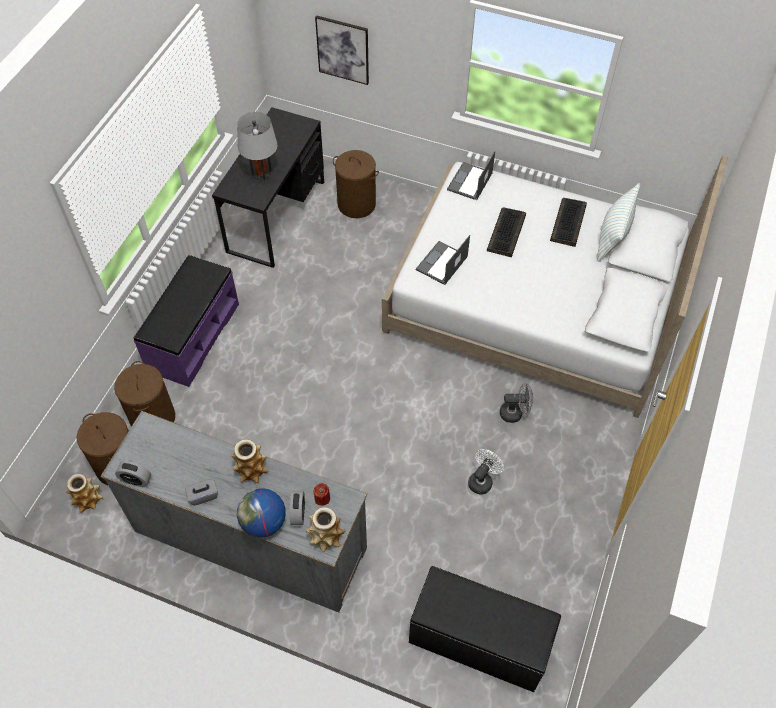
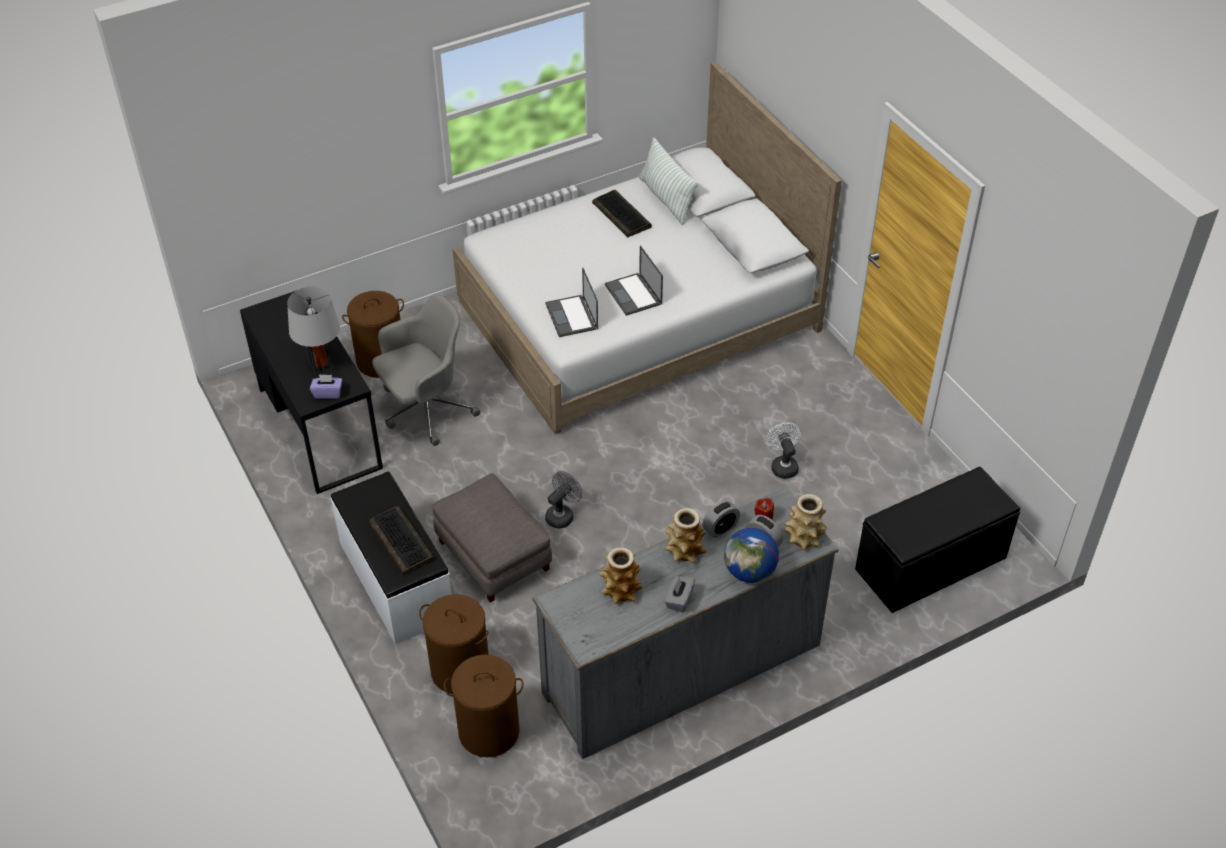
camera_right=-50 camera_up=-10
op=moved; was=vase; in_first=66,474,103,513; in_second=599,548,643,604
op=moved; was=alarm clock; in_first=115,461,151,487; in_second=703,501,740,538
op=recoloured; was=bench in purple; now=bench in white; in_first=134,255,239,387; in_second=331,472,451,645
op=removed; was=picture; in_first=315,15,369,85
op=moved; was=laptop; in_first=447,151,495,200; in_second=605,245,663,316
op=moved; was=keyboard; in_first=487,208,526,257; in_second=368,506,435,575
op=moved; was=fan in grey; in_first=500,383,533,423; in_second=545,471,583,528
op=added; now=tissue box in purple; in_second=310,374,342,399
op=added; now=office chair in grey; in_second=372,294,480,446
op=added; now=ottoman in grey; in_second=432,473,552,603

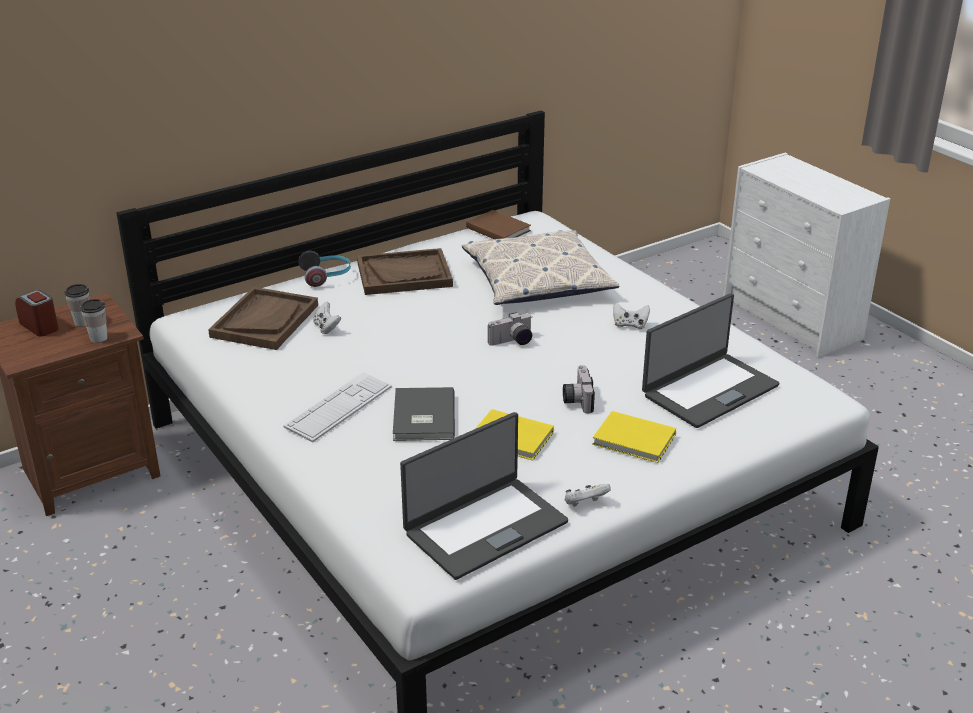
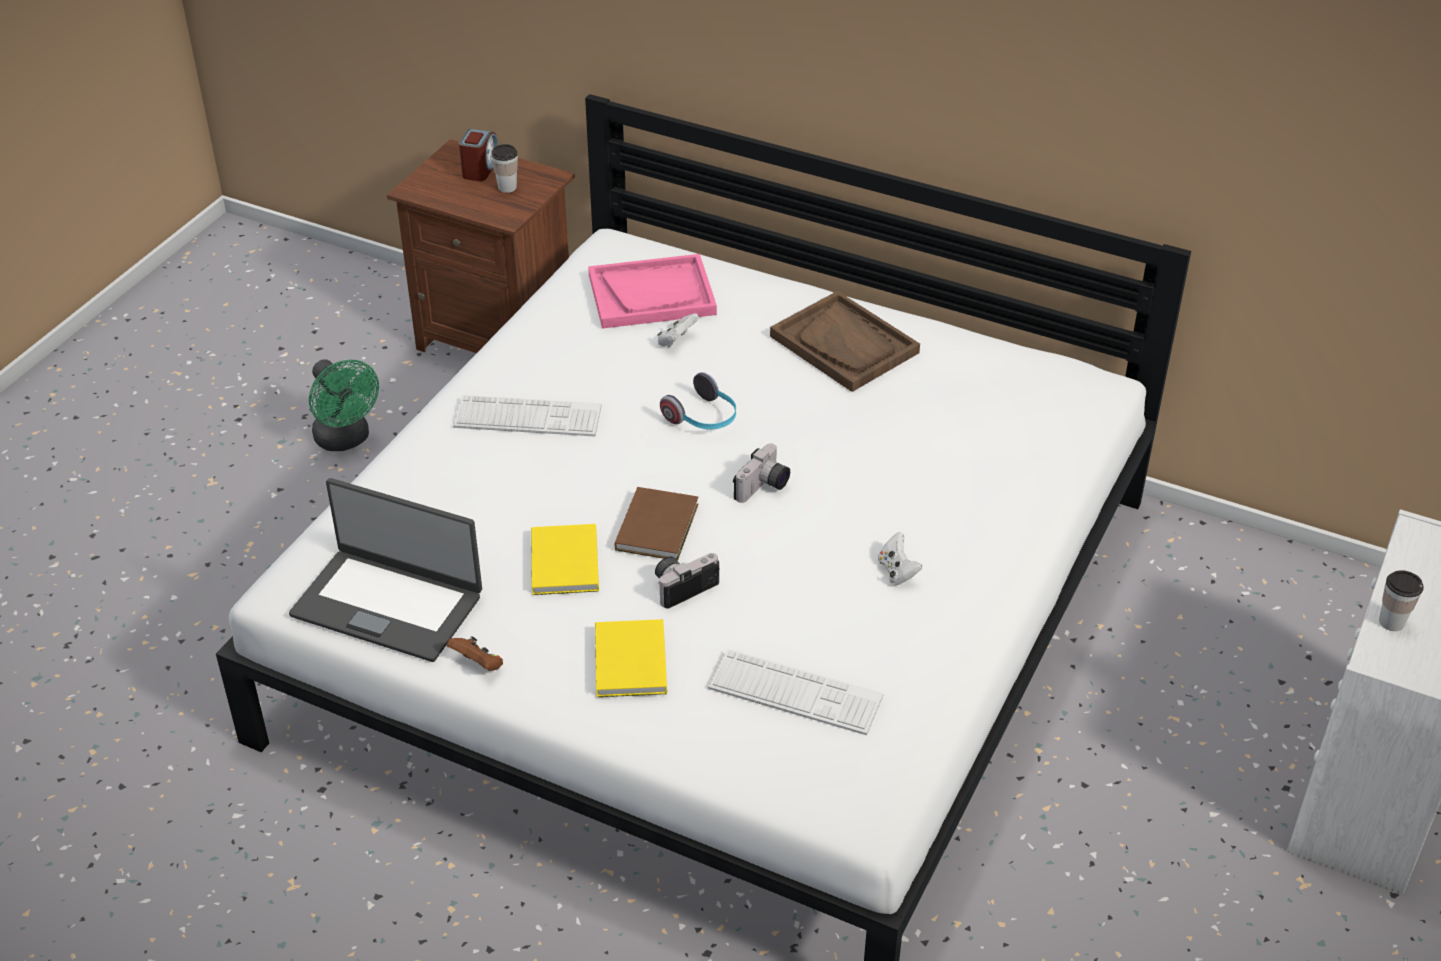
camera_right=60 camera_up=10
op=moved; was=cup; in_first=80,299,107,343; in_second=1379,570,1424,631
op=recoloured; was=tray in brown; now=tray in pink; in_first=208,287,318,350; in_second=588,254,717,329
op=moved; was=headphones; in_first=298,251,351,287; in_second=660,372,736,429
op=removed; was=book in grey; in_first=393,387,455,441
op=removed; was=pillow; in_first=462,230,619,305
op=moved; was=book in brown; in_first=466,210,531,239; in_second=615,487,698,561
op=turned; was=photo camera; in_first=488,312,532,346; in_second=733,443,790,503; clockwise=-90
op=recoloured; was=game controller in white; now=game controller in brown; in_first=565,484,611,507; in_second=447,636,503,671
op=replaced; was=laptop; now=keyboard; in_first=642,293,779,428; in_second=708,649,884,735
op=added; now=fan in green; in_second=309,359,379,451

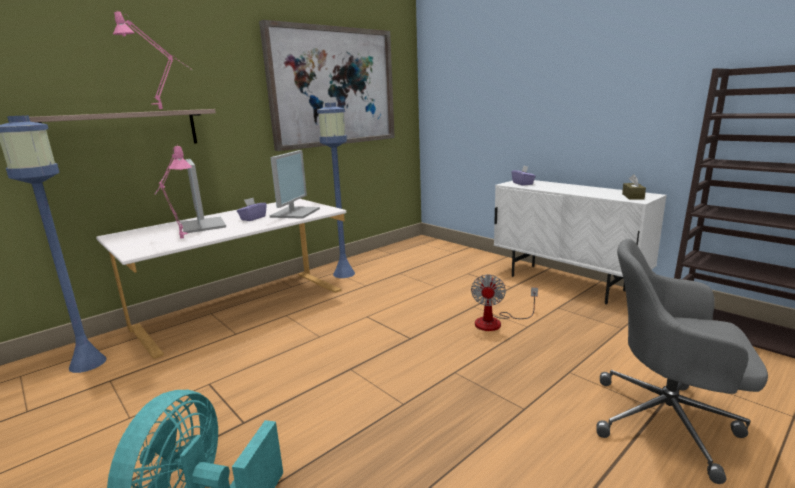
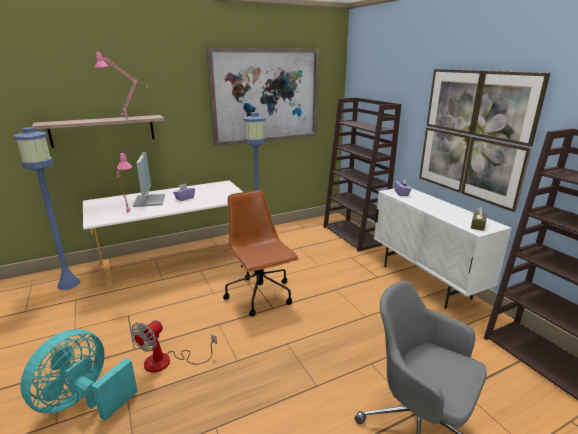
camera_right=15 camera_up=5
op=removed; was=monitor; in_first=269,150,320,219
op=moved; was=fan; in_first=471,274,538,331; in_second=130,320,217,373
op=added; now=office chair in brown; in_second=223,190,299,316
op=added; now=bookcase in brown; in_second=323,97,401,252
op=added; now=picture; in_second=419,69,550,212

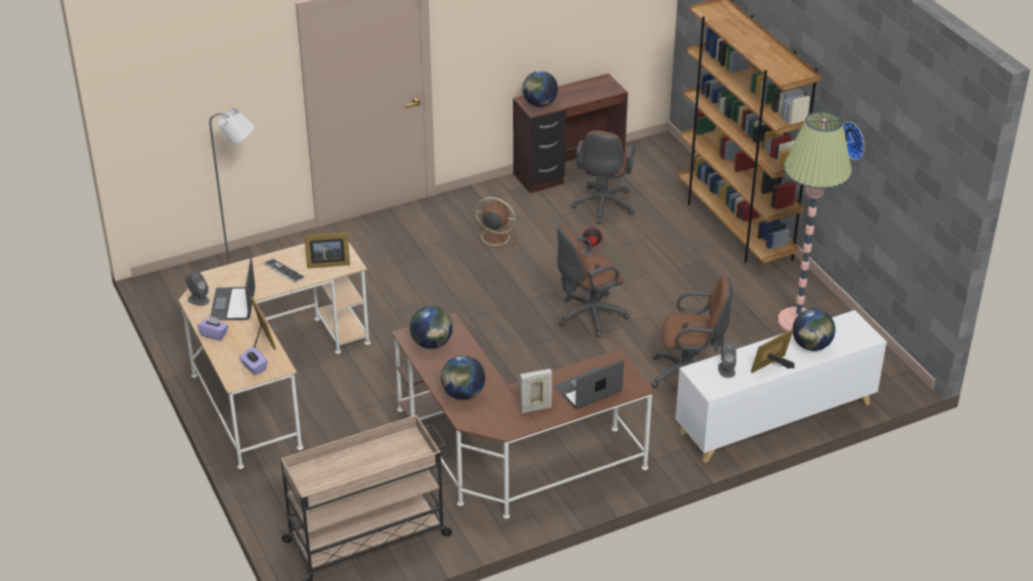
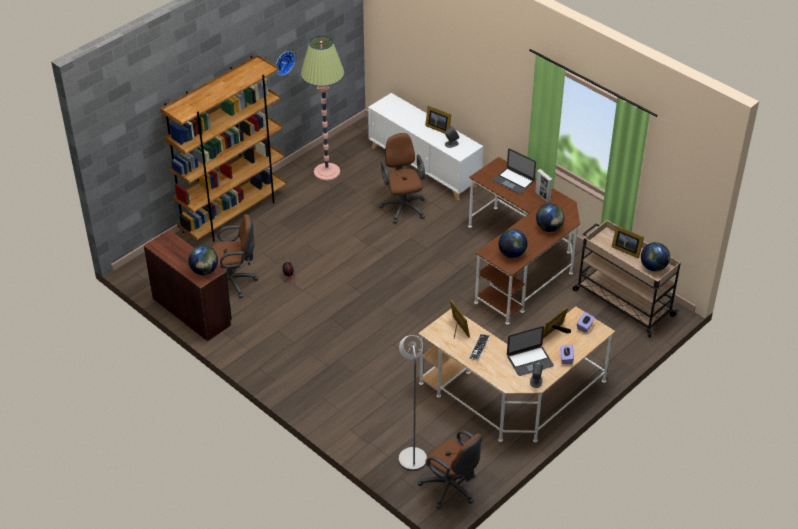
camera_right=-110 camera_up=5
op=removed; was=fan in brown; in_first=474,197,516,249
op=moved; was=office chair in brown; in_first=557,226,630,337; in_second=418,430,482,509
op=moved; was=globe; in_first=792,309,835,351; in_second=641,242,670,271
op=added; now=picture frame; in_second=612,226,644,259

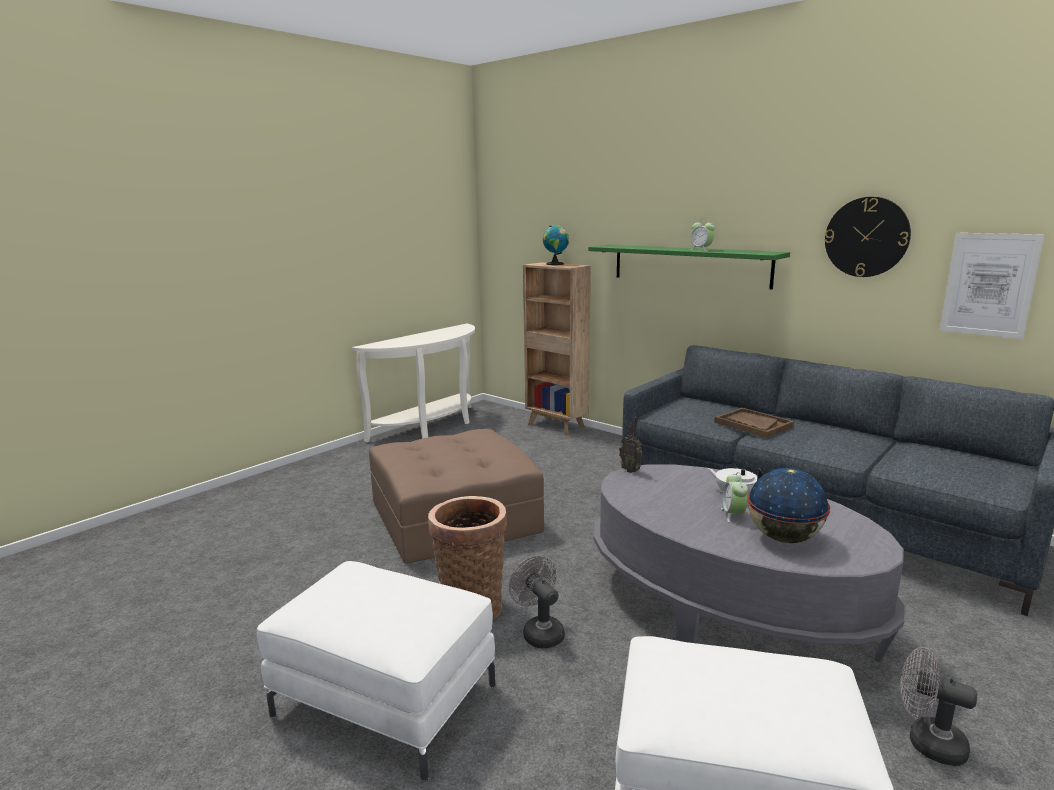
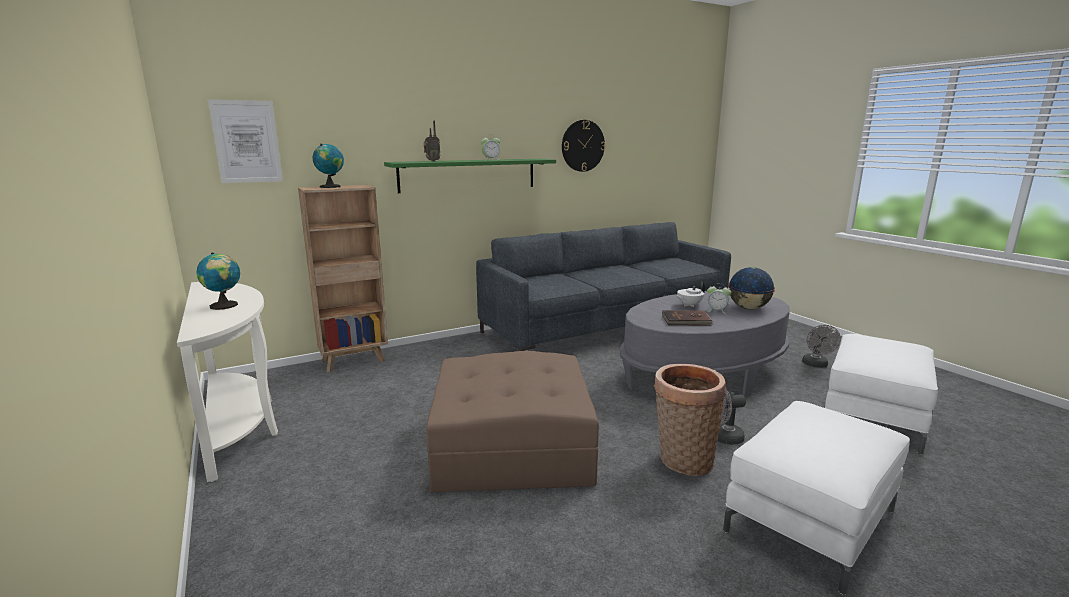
camera_right=-70 camera_up=0
op=moved; was=radio; in_first=619,417,642,473; in_second=424,121,441,162
op=removed; was=tray in brown; in_first=714,408,794,438
op=turned; was=fan in grey; in_first=900,647,977,766; in_second=802,325,841,368; clockwise=-45
op=moved; was=picture; in_first=940,233,1045,339; in_second=208,99,283,183
op=added; now=globe; in_second=196,253,240,310
op=added; now=book in brown; in_second=662,310,714,326

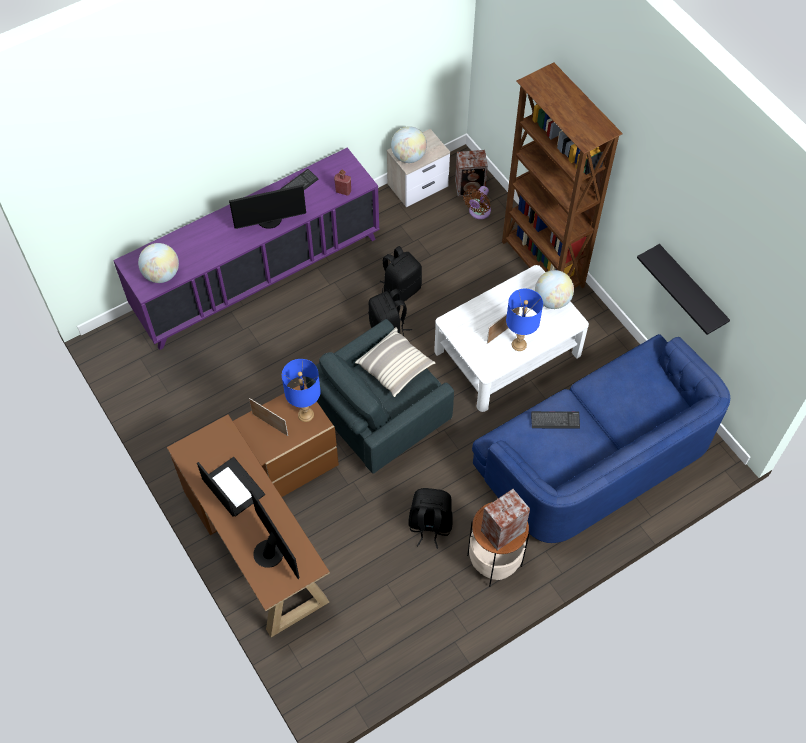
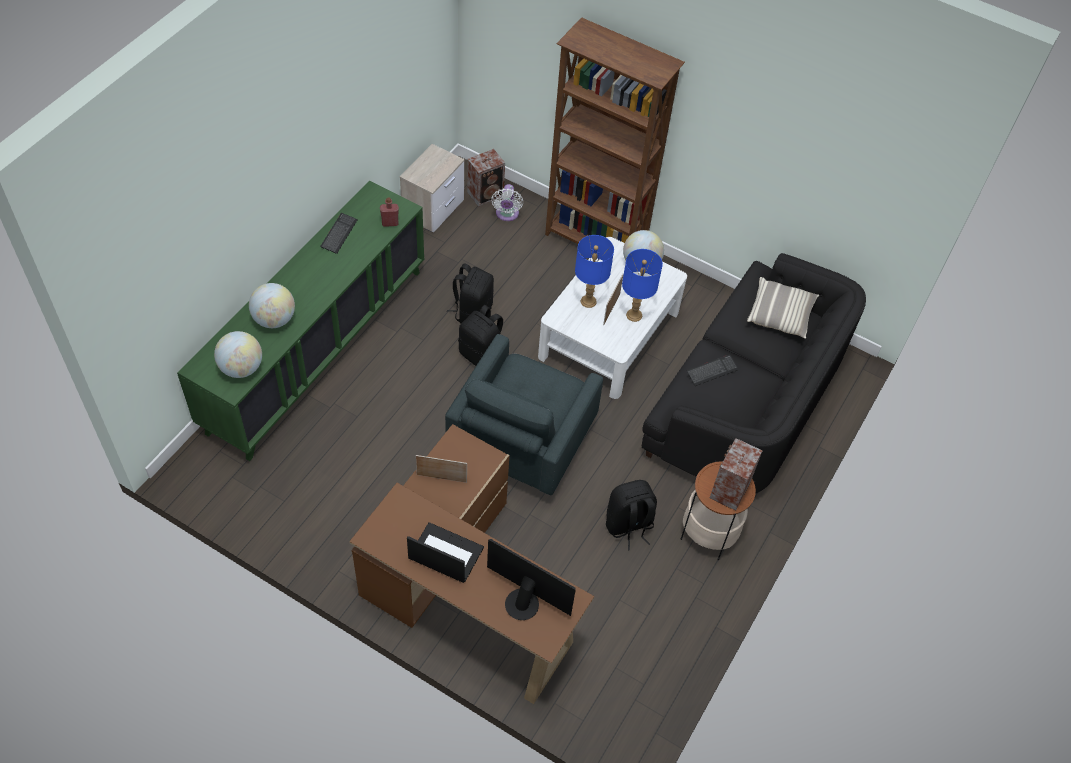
camera_right=-30 camera_up=-5
op=recoloured; was=cabinet in purple; now=cabinet in green; in_first=113,148,380,350; in_second=177,181,424,461
op=removed; was=monitor; in_first=229,185,306,229
op=moved; was=table lamp in blue; in_first=282,359,321,422; in_second=575,235,614,308
op=moved; was=pillow; in_first=355,327,435,397; in_second=747,277,819,339
op=moved; was=globe; in_first=391,126,427,163; in_second=249,283,295,328
op=recoloured; was=fan in brown; now=fan in white; in_first=463,186,491,219; in_second=491,184,523,221
op=recoloured; was=sofa in blue; now=sofa in black; in_first=472,334,730,543; in_second=642,253,866,494
op=removed; was=shelf in black; in_first=637,244,730,335

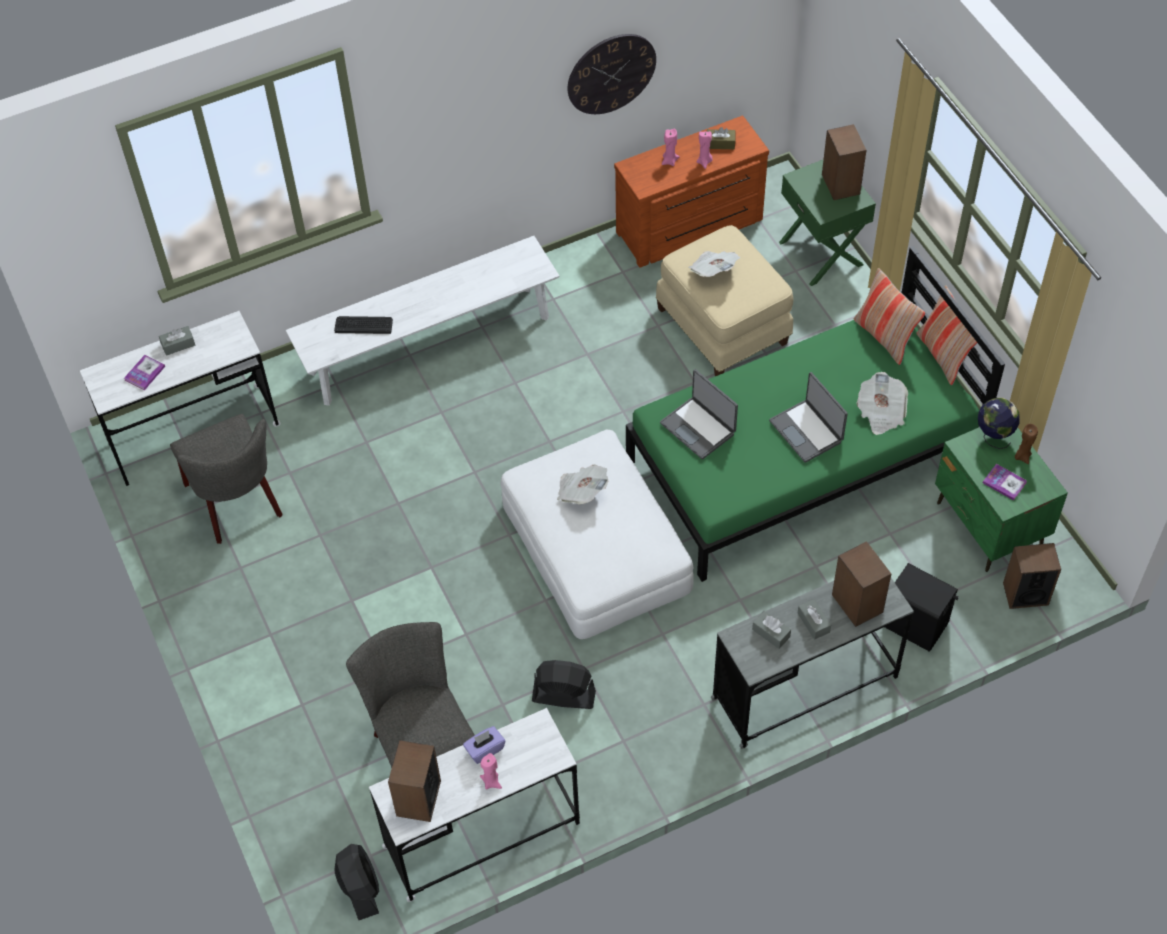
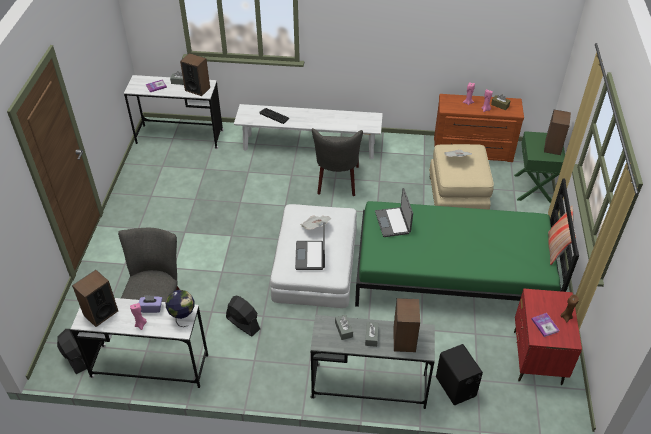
camera_right=30 camera_up=-10
op=moved; was=chair in grey; in_first=170,414,283,544; in_second=312,128,363,196
op=turned; was=fan in black; in_first=335,844,379,920; in_second=57,329,87,374; clockwise=-45
op=removed; was=wall clock; in_first=567,34,656,114
op=moved; was=laptop; in_first=769,372,848,462; in_second=295,222,325,270
op=removed; was=pillow; in_first=854,268,925,365
op=removed; was=newspaper; in_first=856,372,908,435
op=recoloured; was=nightstand in green; now=nightstand in red; in_first=935,427,1068,572; in_second=514,288,582,385
op=moved; was=globe; in_first=978,398,1020,449; in_second=166,290,195,327
op=moved; was=speaker; in_first=1003,543,1061,609; in_second=180,53,210,96

